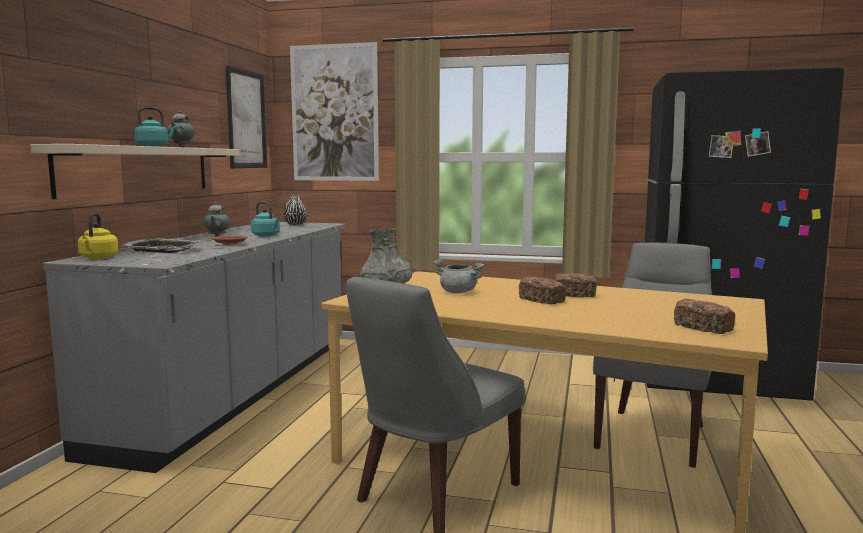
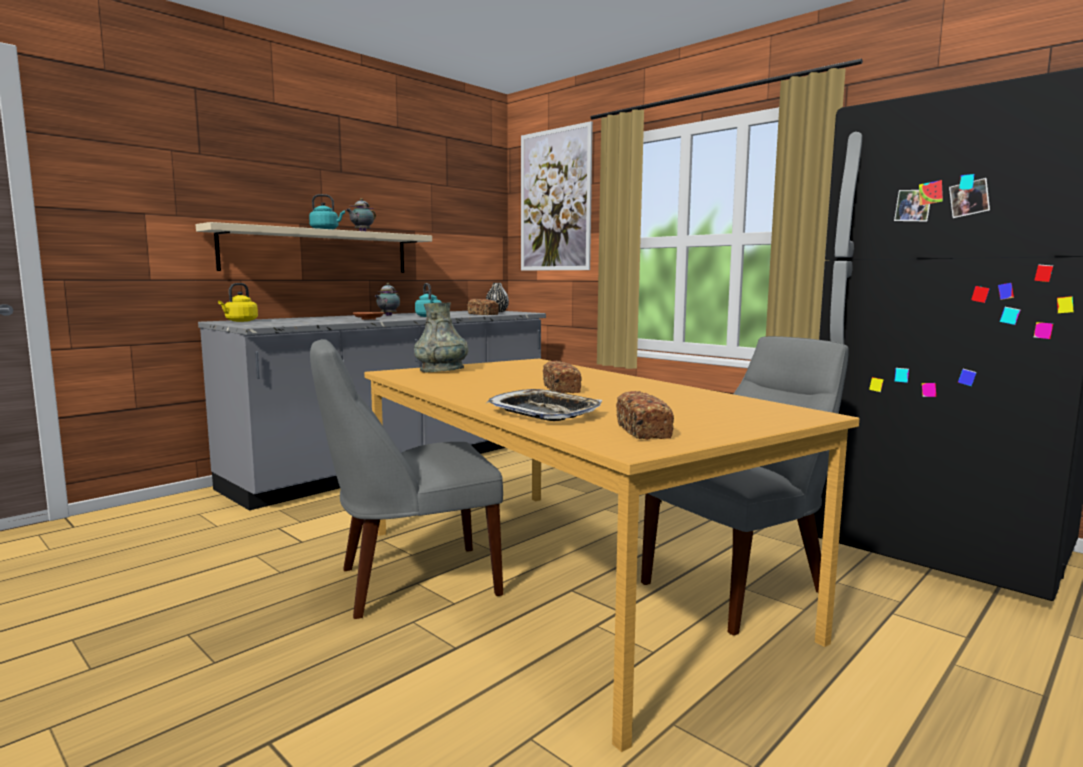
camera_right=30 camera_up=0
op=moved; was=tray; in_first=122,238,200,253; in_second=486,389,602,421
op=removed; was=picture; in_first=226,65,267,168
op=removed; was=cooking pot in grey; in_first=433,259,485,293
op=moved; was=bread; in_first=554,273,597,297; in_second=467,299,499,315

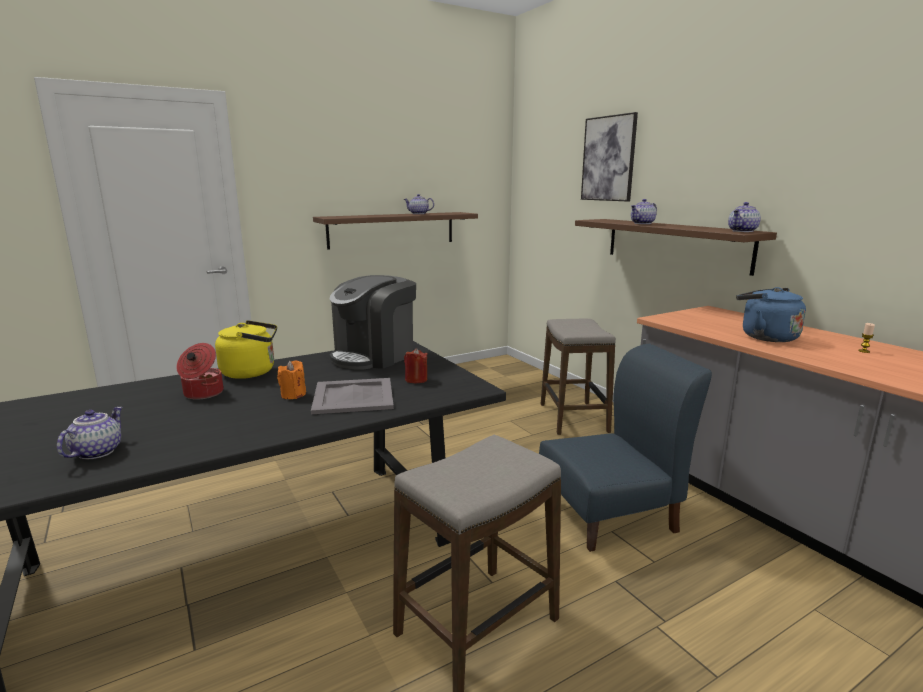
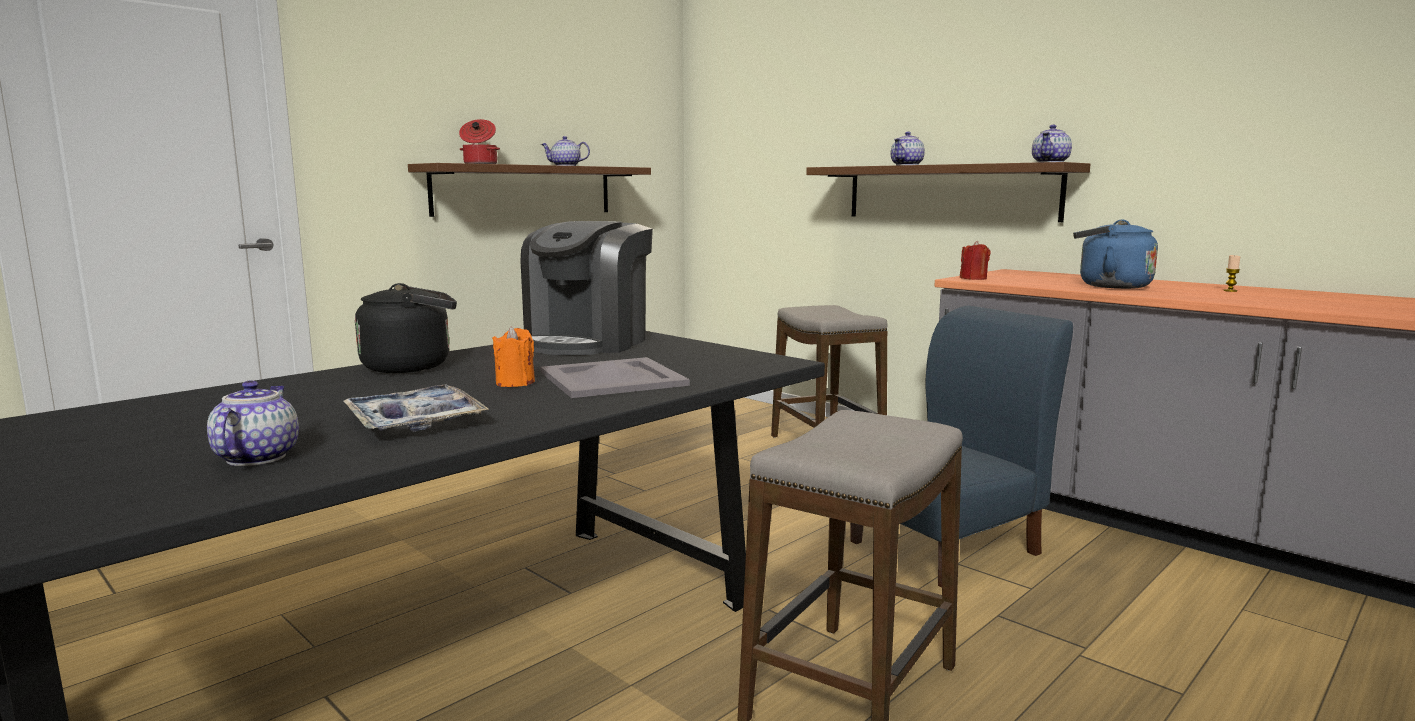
camera_right=-15 camera_up=-5
op=moved; was=cooking pot; in_first=176,343,223,400; in_second=459,119,500,164
op=recoloured; was=kettle in yellow; now=kettle in black; in_first=215,320,277,379; in_second=355,283,457,373
op=moved; was=candle in red; in_first=404,348,428,383; in_second=960,241,990,280
op=removed; was=picture; in_first=581,112,638,201
op=added; now=tray; in_second=344,385,489,432

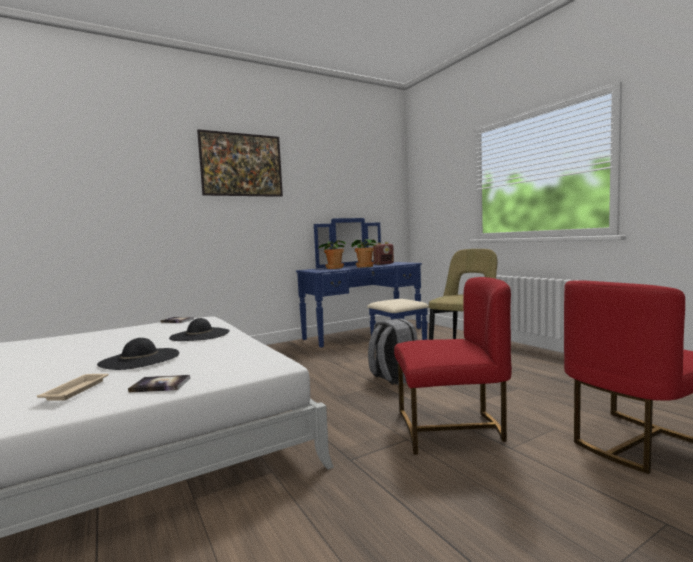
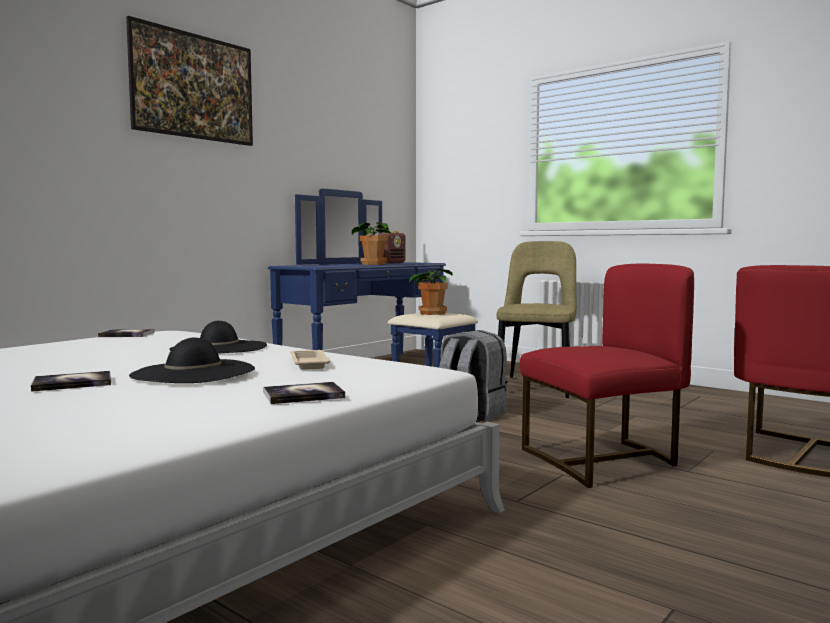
camera_right=-20 camera_up=0
op=moved; was=tray in beige; in_first=37,374,109,401; in_second=290,350,330,370
op=moved; was=potted plant; in_first=318,240,346,269; in_second=408,269,453,315
op=added; now=book; in_second=31,371,111,392

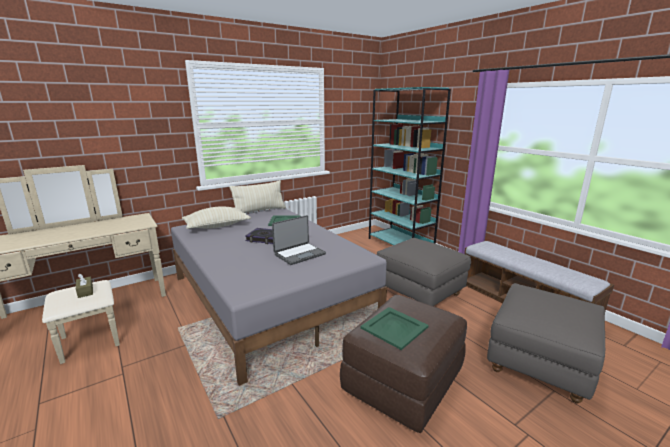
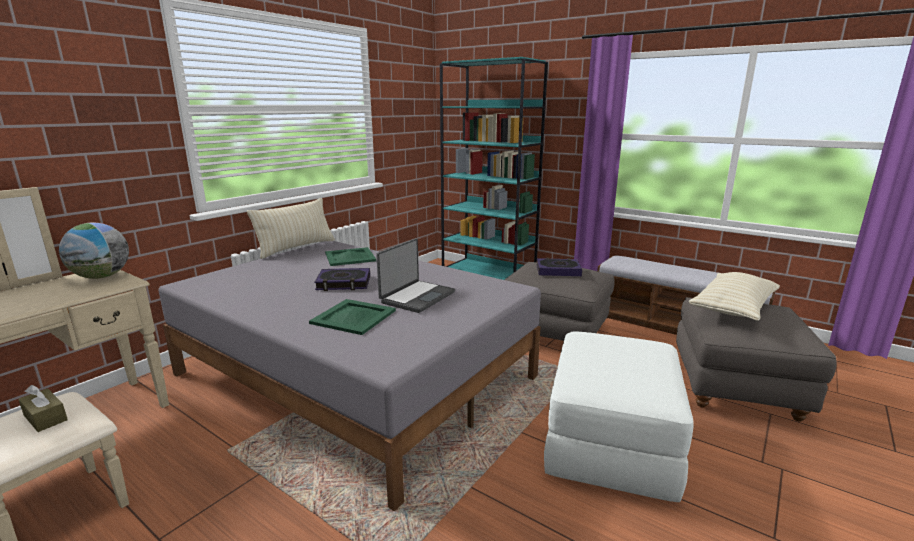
camera_right=-20 camera_up=0
op=moved; was=pillow in beige; in_first=182,206,251,229; in_second=689,272,780,321
op=recoloured; was=ottoman in brown; now=ottoman in white; in_first=340,295,467,433; in_second=544,332,693,502
op=moved; was=tray in green; in_first=360,307,429,350; in_second=309,299,396,335
op=added; now=globe; in_second=59,223,129,279
op=added; now=book; in_second=536,258,582,276

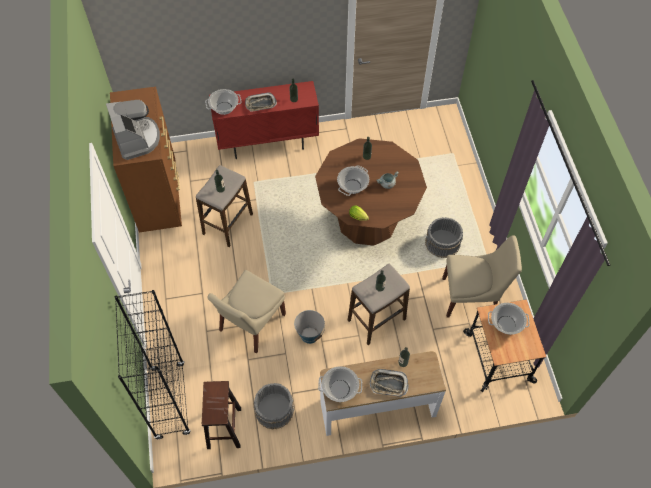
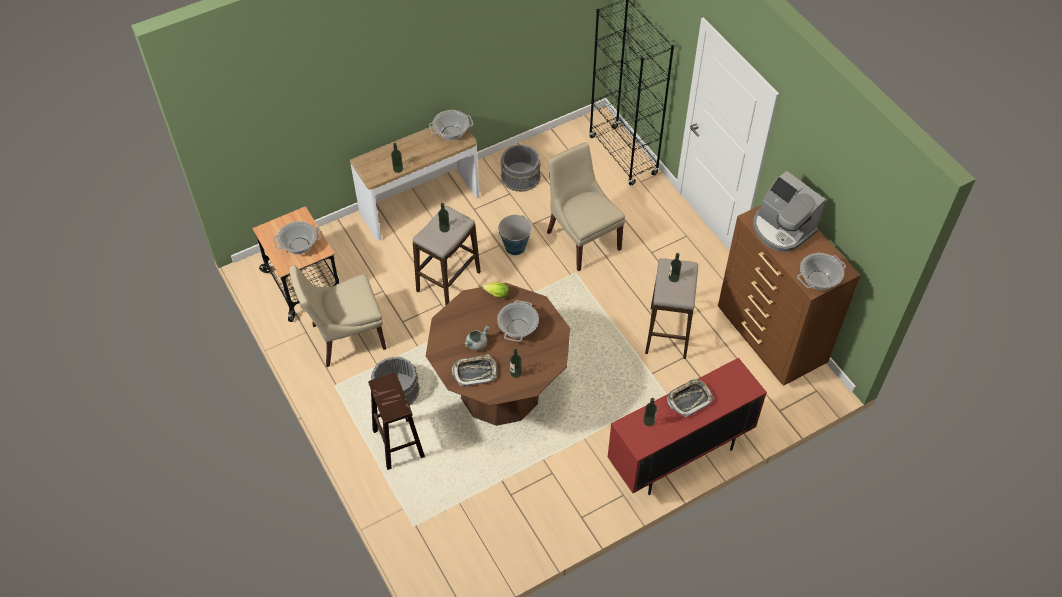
camera_right=160 camera_up=-5
op=moved; was=stool in brown; in_first=202,381,241,449; in_second=368,372,425,470
op=moved; was=cooking pot; in_first=205,89,242,115; in_second=797,253,846,290
op=turned; was=chair in beige; in_first=207,270,286,353; in_second=547,142,625,271; clockwise=-45
op=moved; was=tray; in_first=370,369,409,397; in_second=452,354,497,386

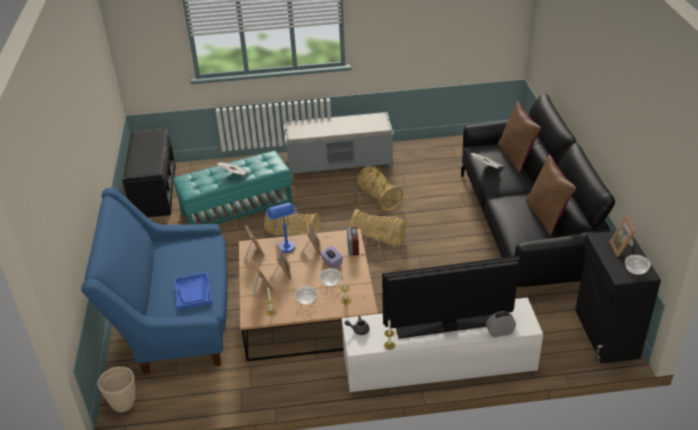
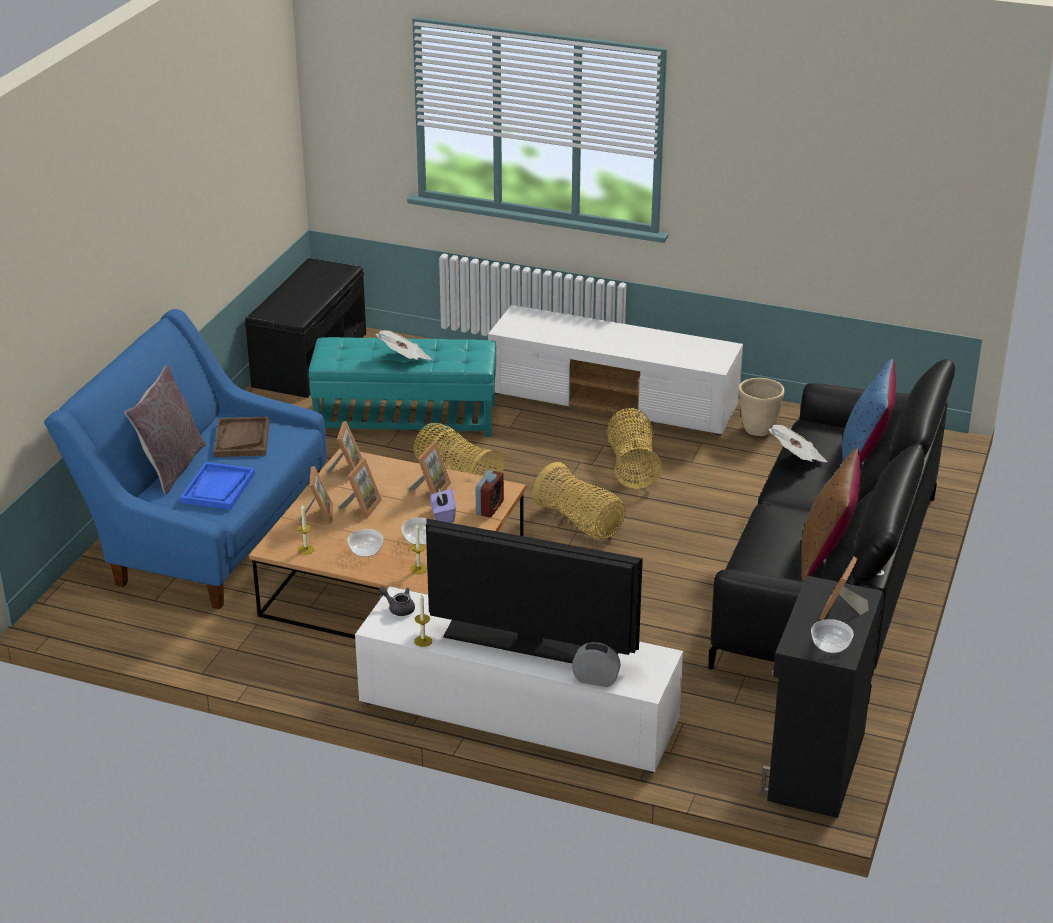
camera_right=25 camera_up=-5
op=moved; was=planter in beige; in_first=97,367,136,412; in_second=739,378,785,436
op=removed; was=table lamp in blue; in_first=265,203,297,253
op=replaced; was=bench in grey; now=tv stand in white; in_first=284,112,394,179; in_second=488,305,743,435
op=recoloured; was=pillow in brown; now=pillow in blue; in_first=498,101,541,173; in_second=842,359,896,465
op=added; now=pillow in grey; in_second=125,365,206,494
op=added; now=tray in brown; in_second=214,417,269,457

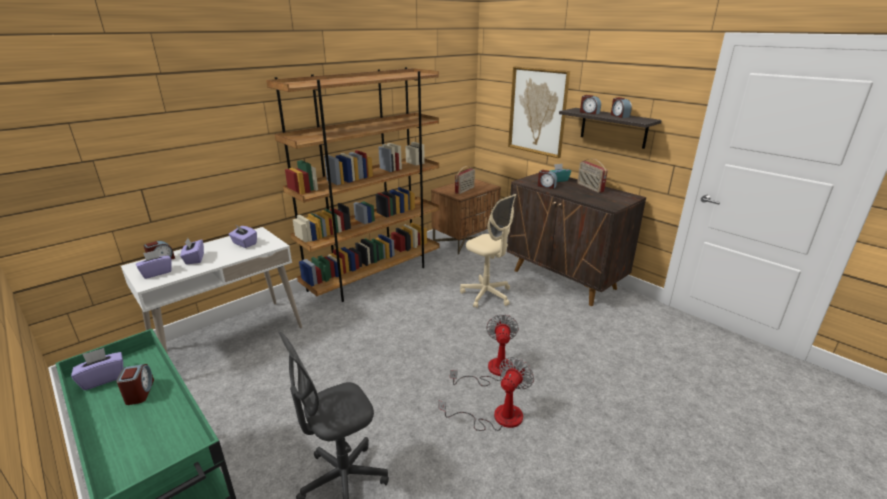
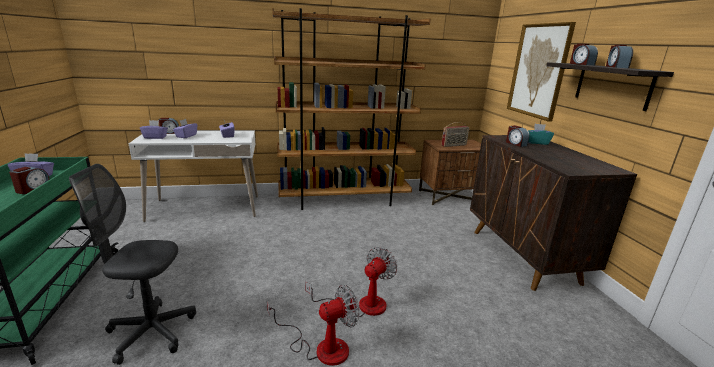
camera_right=30 camera_up=-5
op=removed; was=office chair in beige; in_first=460,194,516,308
op=removed; was=radio; in_first=578,159,608,193

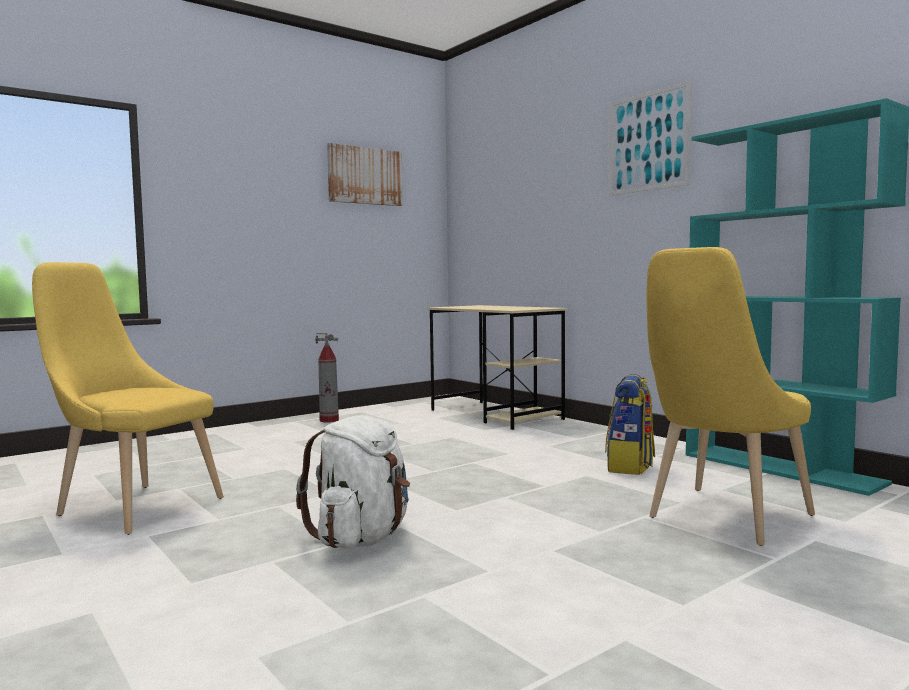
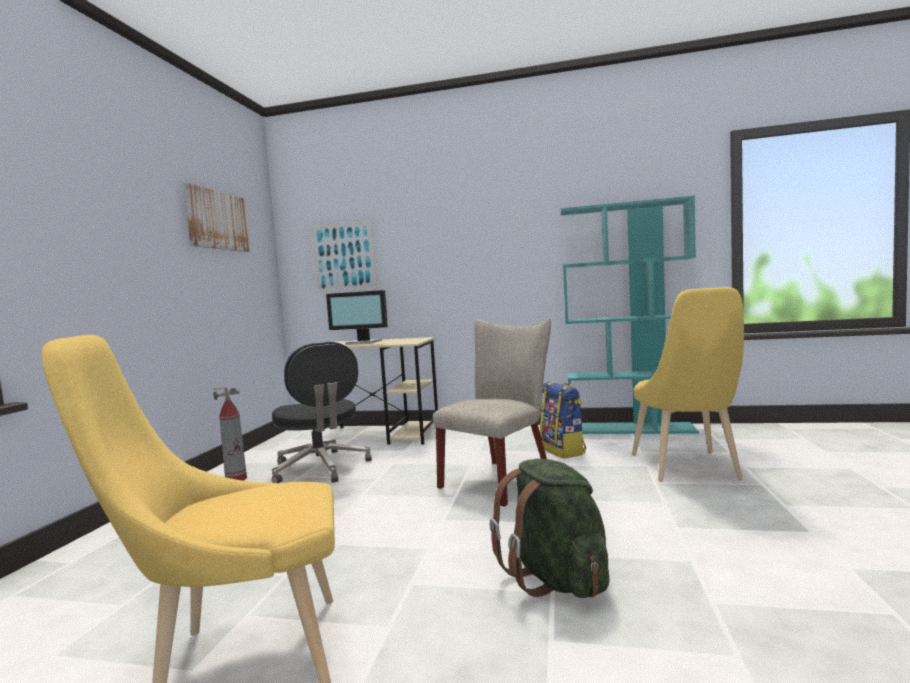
camera_right=-40 camera_up=0
op=recoloured; was=backpack in white; now=backpack in green; in_first=296,415,410,548; in_second=489,459,610,598
op=moved; was=picture; in_first=609,81,691,196; in_second=310,221,377,293
op=added; now=office chair in black; in_second=272,342,372,483
op=added; now=monitor; in_second=326,290,388,345
op=added; now=chair in beige; in_second=433,318,551,507

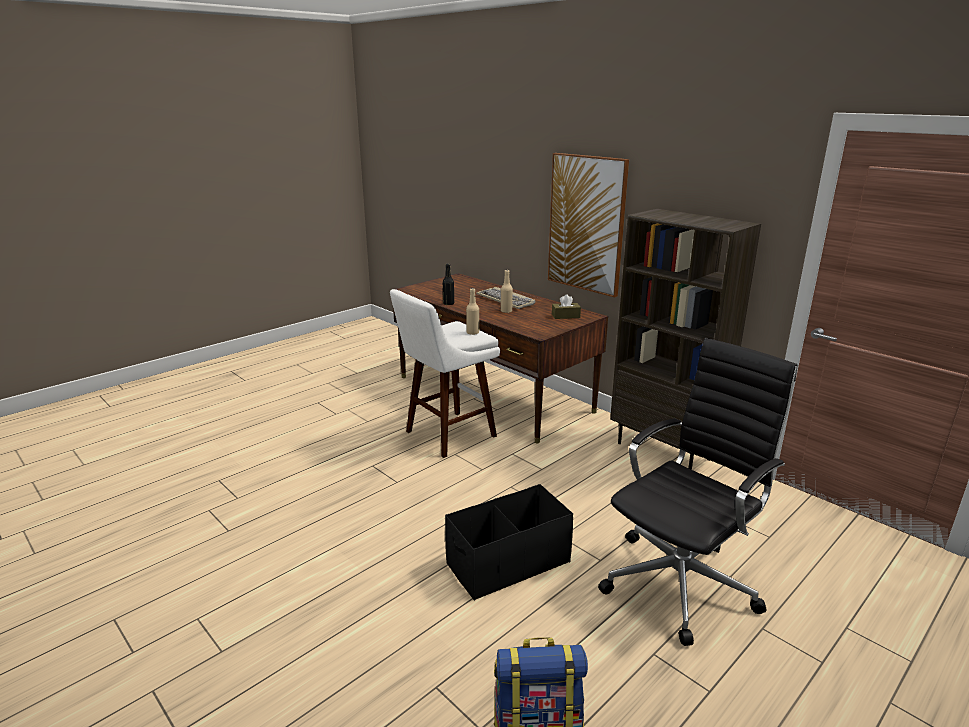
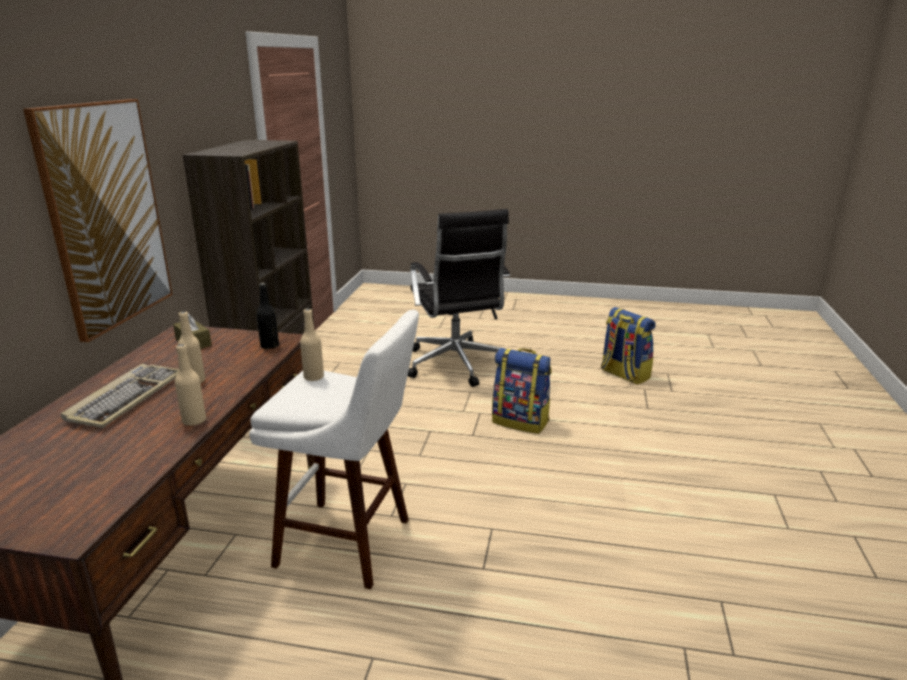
camera_right=-125 camera_up=0
op=moved; was=bottle in black; in_first=443,264,454,305; in_second=256,283,279,349
op=replaced; was=storage box in black; now=backpack; in_first=445,484,573,601; in_second=492,348,552,434
op=turned; was=office chair in black; in_first=598,338,798,646; in_second=408,209,510,387; clockwise=-120
op=added; now=bottle in beige; in_second=175,344,206,426

